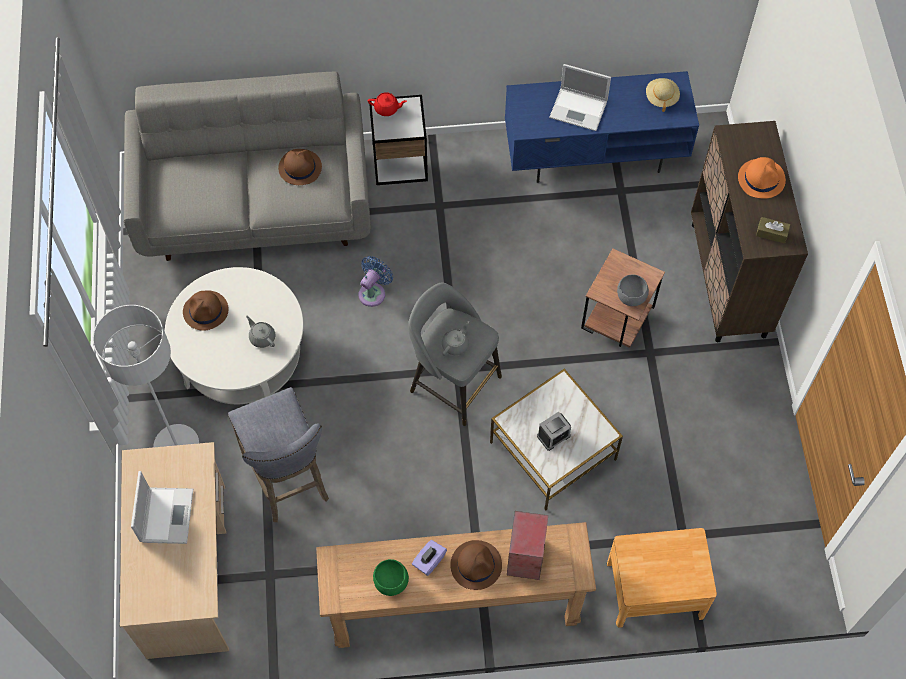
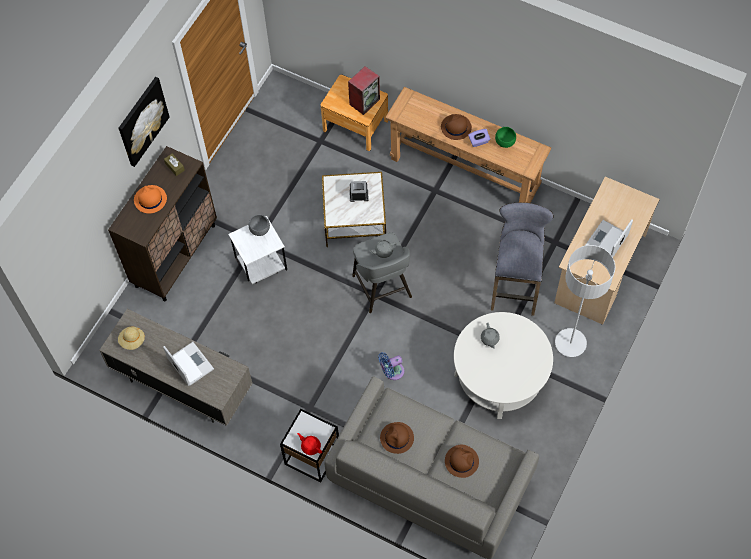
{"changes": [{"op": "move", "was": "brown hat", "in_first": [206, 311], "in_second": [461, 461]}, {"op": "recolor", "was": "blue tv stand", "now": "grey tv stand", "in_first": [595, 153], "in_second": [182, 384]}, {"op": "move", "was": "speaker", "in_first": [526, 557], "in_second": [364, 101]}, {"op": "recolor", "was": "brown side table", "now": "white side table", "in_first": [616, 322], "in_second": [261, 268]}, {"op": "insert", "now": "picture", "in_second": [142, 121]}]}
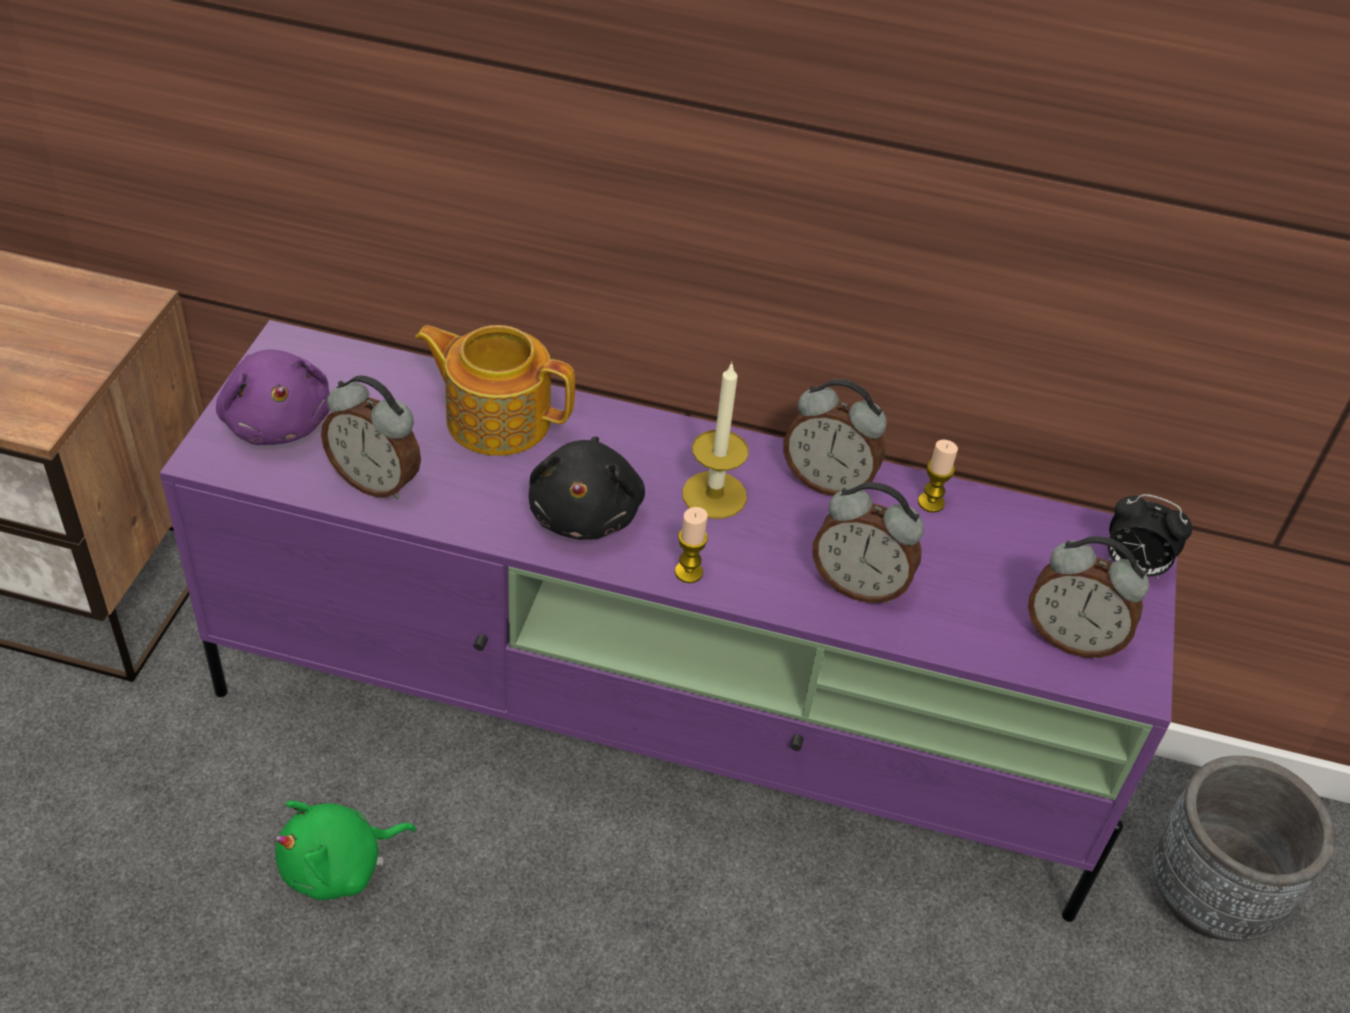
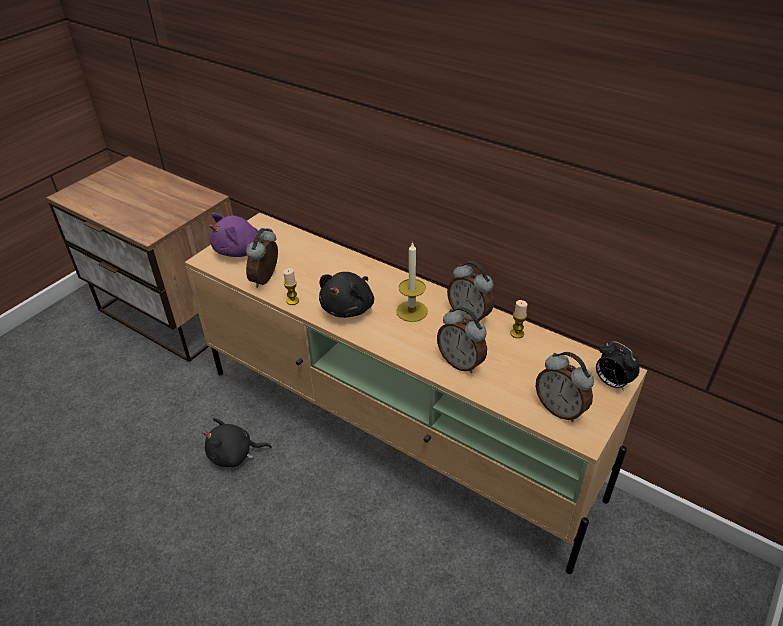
{"changes": [{"op": "recolor", "was": "purple tv stand", "now": "beige tv stand", "in_first": [657, 734], "in_second": [396, 433]}, {"op": "rotate", "was": "purple plush toy", "in_first": [277, 421], "in_second": [240, 250], "clockwise": 60}, {"op": "recolor", "was": "green plush toy", "now": "black plush toy", "in_first": [339, 866], "in_second": [234, 455]}, {"op": "rotate", "was": "alarm clock", "in_first": [376, 481], "in_second": [267, 280], "clockwise": 60}, {"op": "delete", "was": "teapot", "in_first": [496, 418]}, {"op": "move", "was": "candle", "in_first": [688, 572], "in_second": [292, 301]}, {"op": "delete", "was": "grey planter", "in_first": [1209, 896]}]}
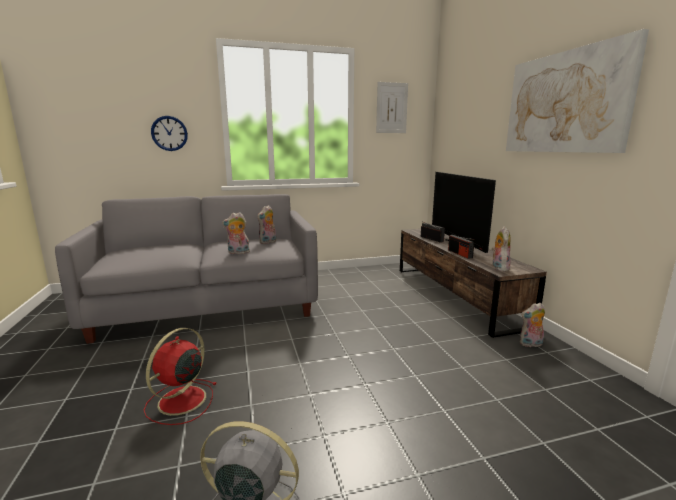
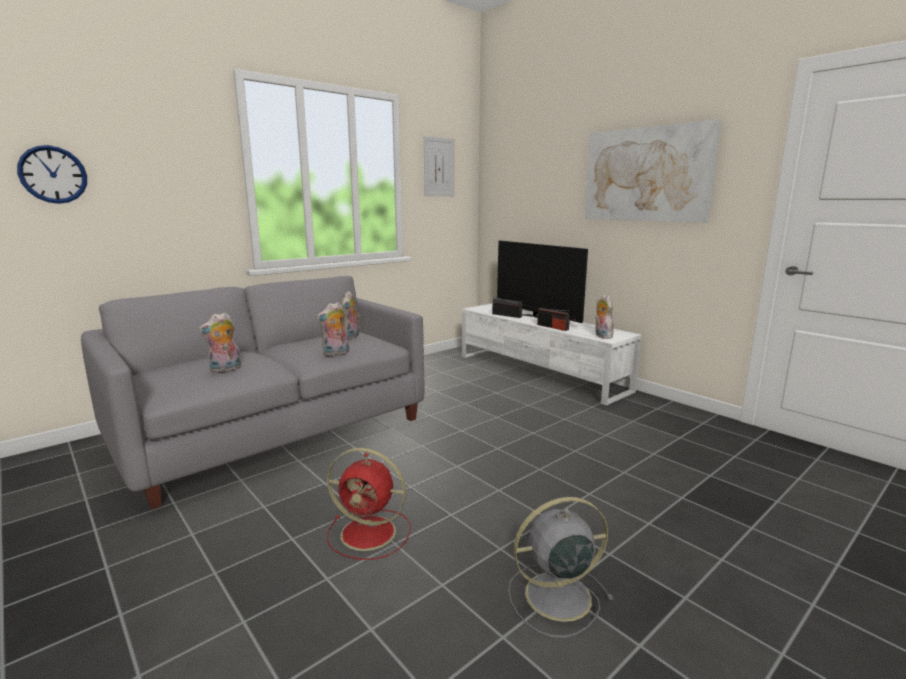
{"changes": [{"op": "rotate", "was": "red fan", "in_first": [180, 401], "in_second": [371, 533], "clockwise": -75}, {"op": "move", "was": "wall clock", "in_first": [169, 133], "in_second": [53, 174]}, {"op": "recolor", "was": "brown tv stand", "now": "white tv stand", "in_first": [455, 295], "in_second": [540, 373]}, {"op": "move", "was": "plush toy", "in_first": [530, 344], "in_second": [225, 370]}]}
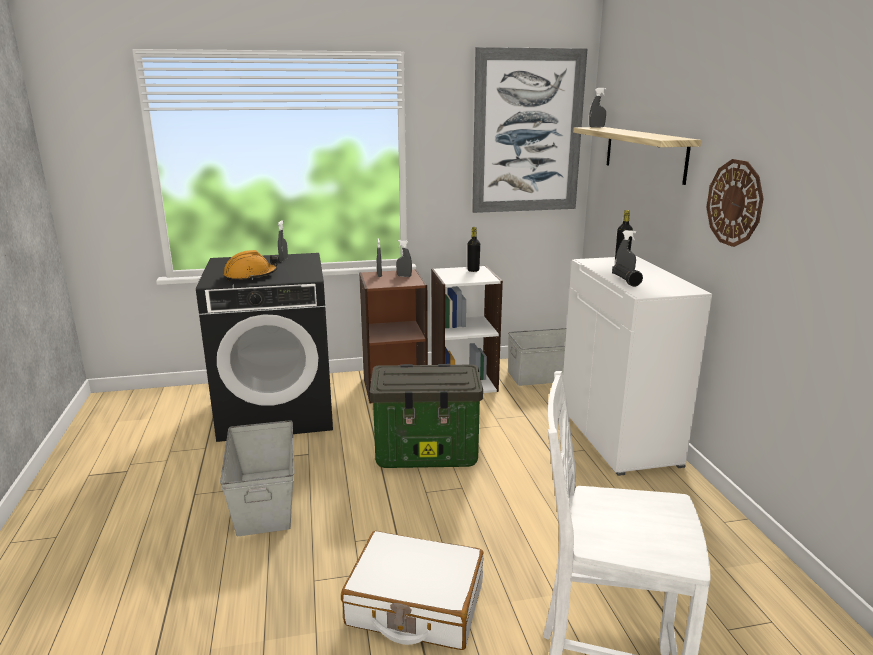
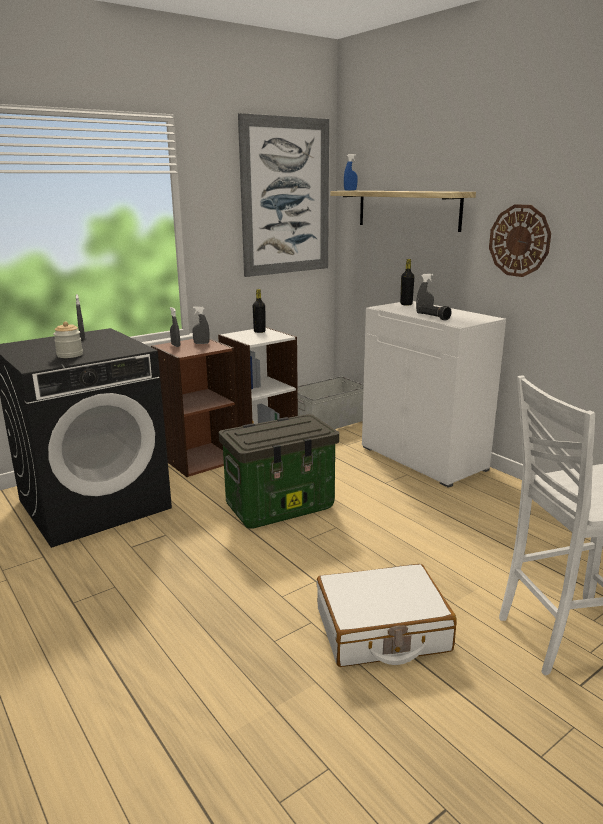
{"changes": [{"op": "delete", "was": "grey storage box", "in_first": [265, 499]}, {"op": "replace", "was": "orange hard hat", "now": "jar", "in_first": [251, 276], "in_second": [70, 355]}, {"op": "recolor", "was": "grey spray bottle", "now": "blue spray bottle", "in_first": [596, 127], "in_second": [350, 190]}]}
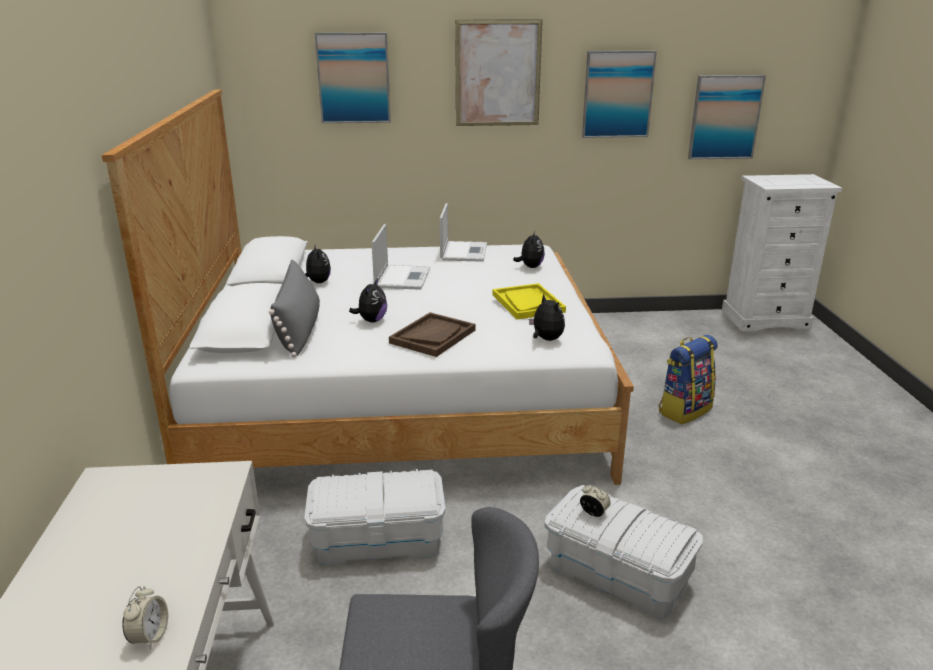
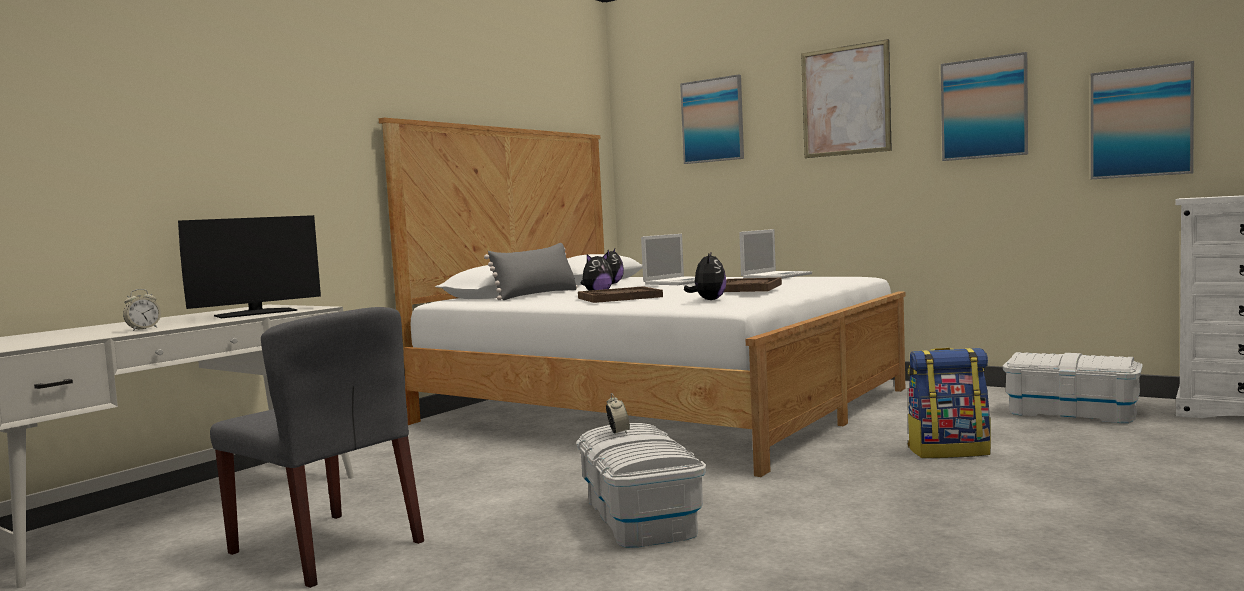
{"changes": [{"op": "move", "was": "white storage box", "in_first": [378, 539], "in_second": [1071, 412]}, {"op": "recolor", "was": "yellow tray", "now": "brown tray", "in_first": [527, 303], "in_second": [746, 288]}, {"op": "delete", "was": "plush toy", "in_first": [530, 267]}, {"op": "insert", "now": "monitor", "in_second": [256, 313]}]}
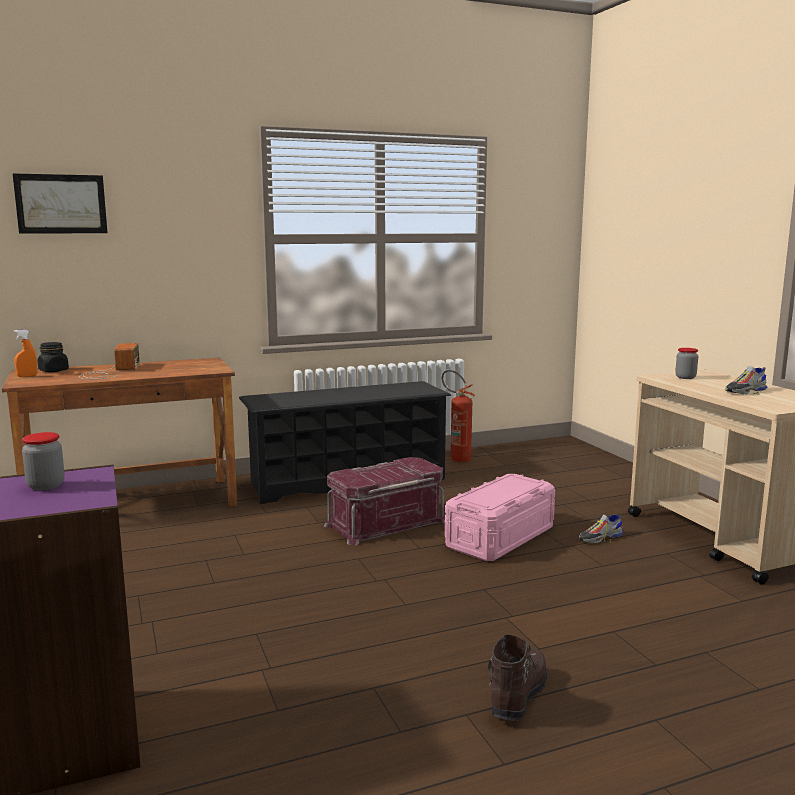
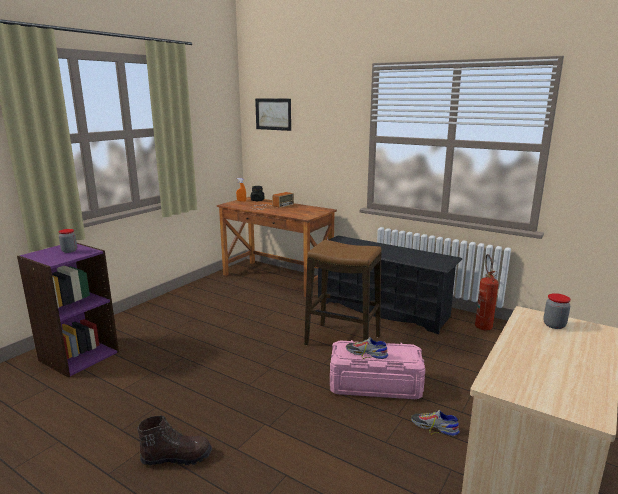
{"changes": [{"op": "replace", "was": "red storage box", "now": "stool", "in_first": [385, 522], "in_second": [343, 340]}, {"op": "move", "was": "shoe", "in_first": [745, 391], "in_second": [366, 353]}]}
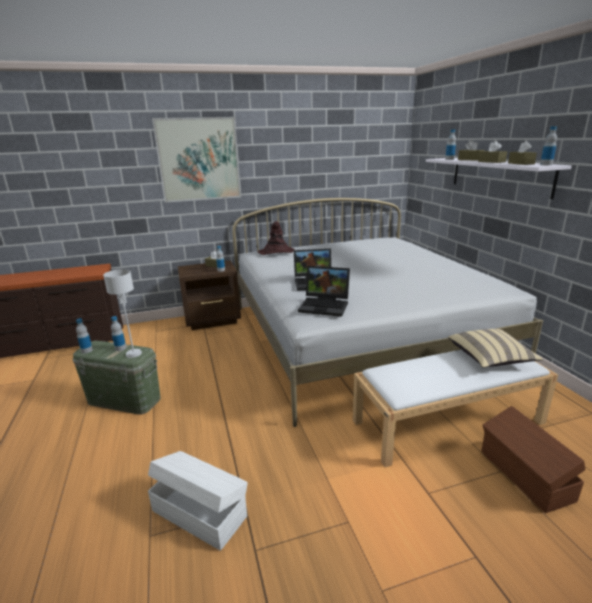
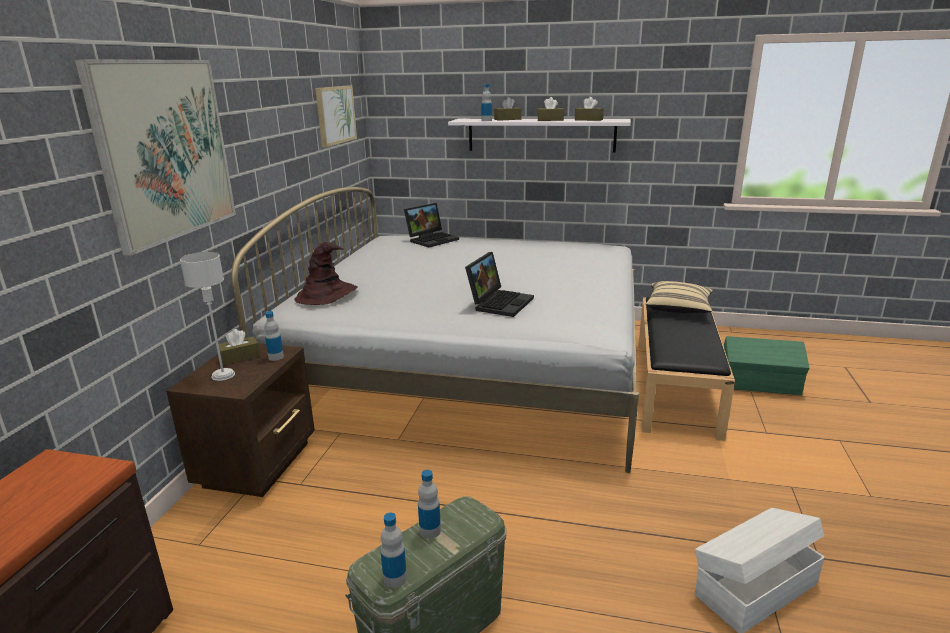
{"changes": [{"op": "move", "was": "grey table lamp", "in_first": [134, 353], "in_second": [223, 375]}, {"op": "move", "was": "laptop", "in_first": [325, 306], "in_second": [432, 239]}, {"op": "recolor", "was": "white bench", "now": "black bench", "in_first": [448, 421], "in_second": [674, 385]}, {"op": "recolor", "was": "brown storage box", "now": "green storage box", "in_first": [525, 475], "in_second": [759, 384]}, {"op": "delete", "was": "bottle", "in_first": [546, 165]}, {"op": "insert", "now": "picture", "in_second": [335, 115]}]}
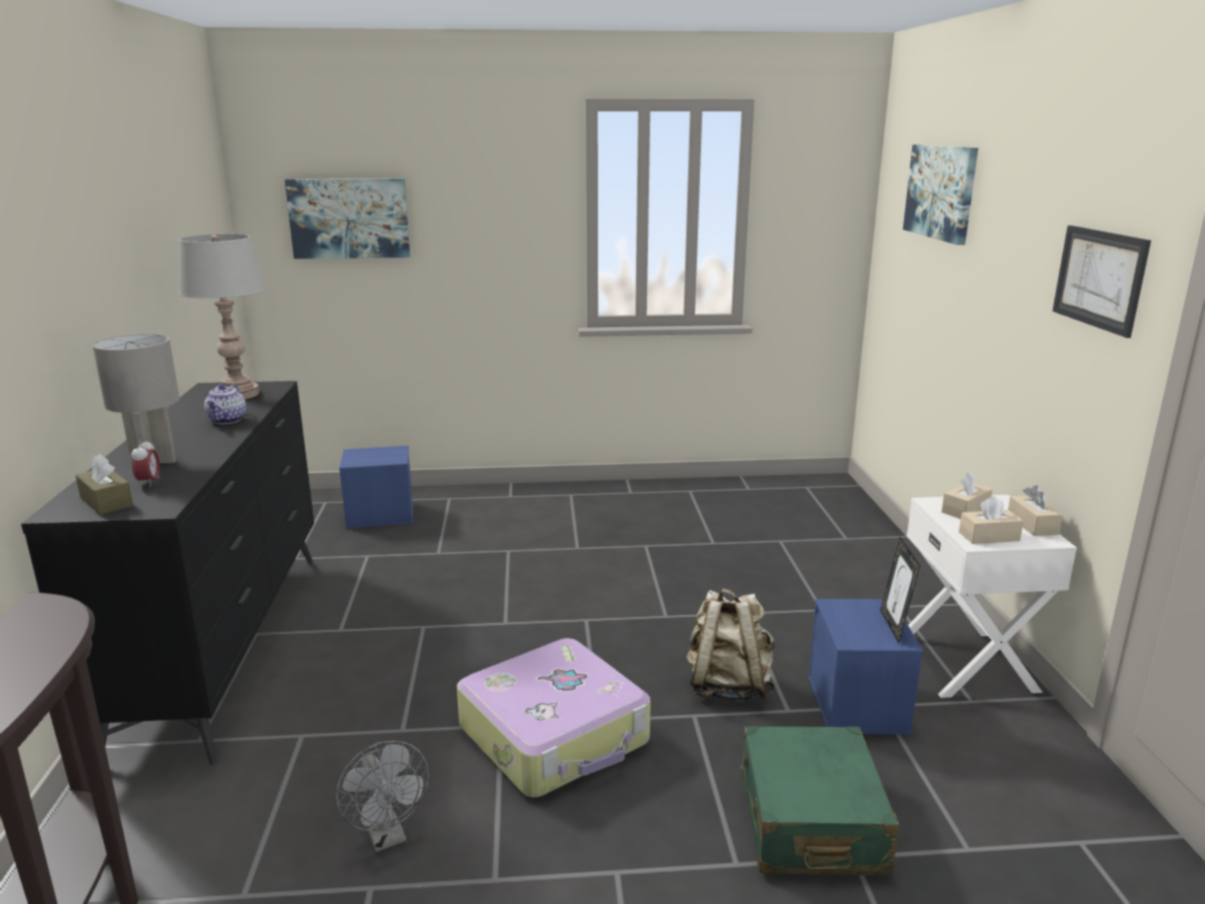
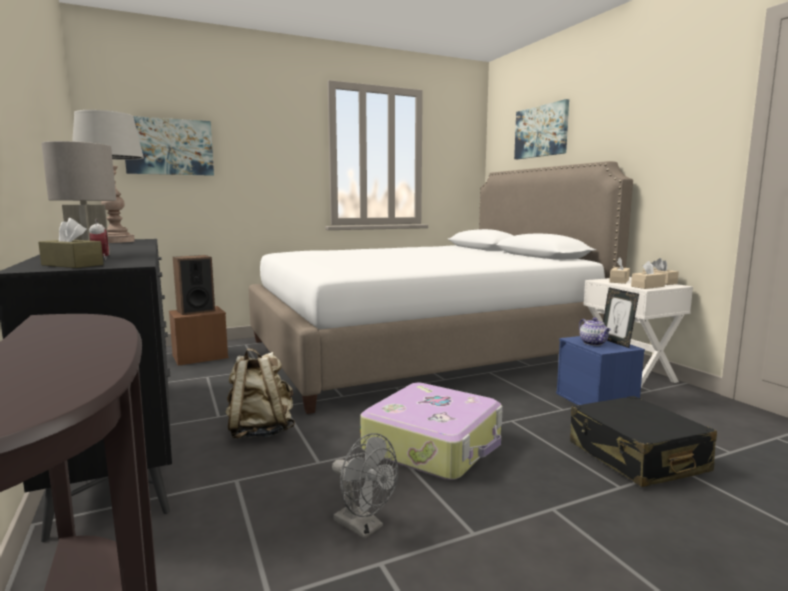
{"changes": [{"op": "move", "was": "teapot", "in_first": [227, 420], "in_second": [594, 343]}, {"op": "recolor", "was": "blue storage box", "now": "brown storage box", "in_first": [379, 515], "in_second": [199, 356]}, {"op": "move", "was": "beige backpack", "in_first": [728, 686], "in_second": [260, 431]}, {"op": "recolor", "was": "green suitcase", "now": "black suitcase", "in_first": [810, 822], "in_second": [636, 457]}, {"op": "delete", "was": "picture", "in_first": [1099, 278]}, {"op": "insert", "now": "speaker", "in_second": [195, 311]}, {"op": "insert", "now": "white bed", "in_second": [422, 350]}]}
